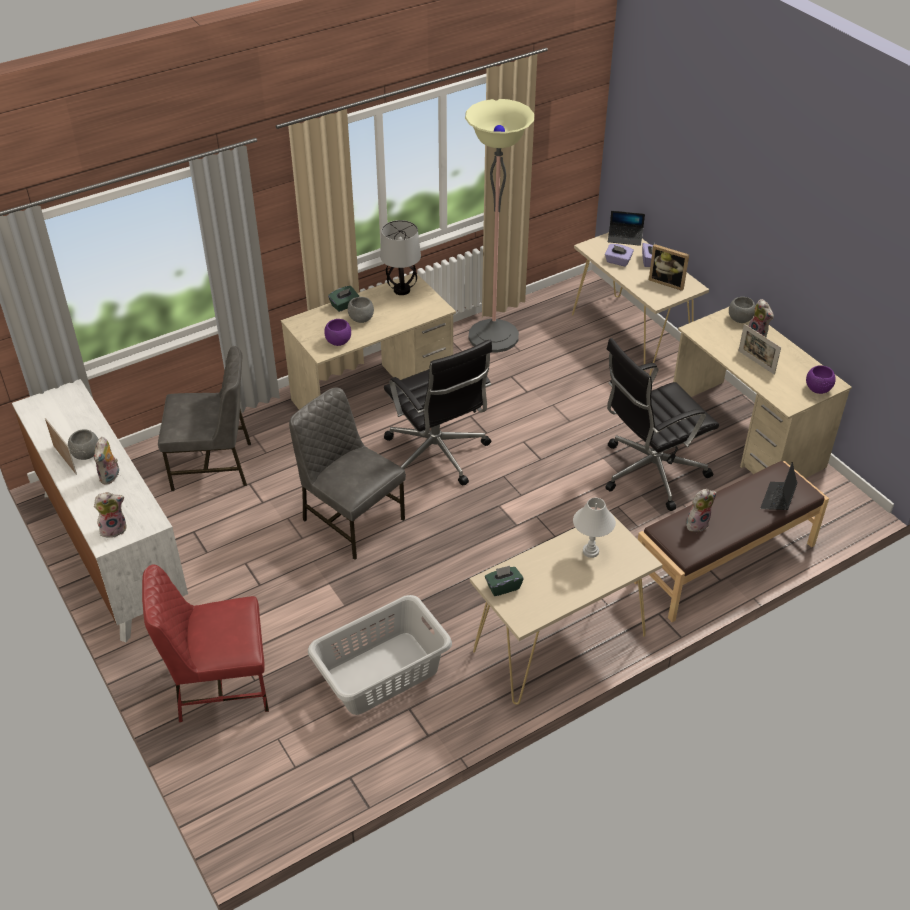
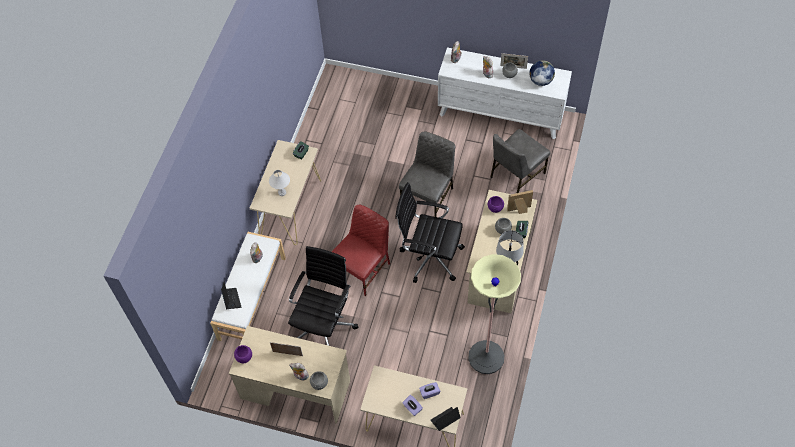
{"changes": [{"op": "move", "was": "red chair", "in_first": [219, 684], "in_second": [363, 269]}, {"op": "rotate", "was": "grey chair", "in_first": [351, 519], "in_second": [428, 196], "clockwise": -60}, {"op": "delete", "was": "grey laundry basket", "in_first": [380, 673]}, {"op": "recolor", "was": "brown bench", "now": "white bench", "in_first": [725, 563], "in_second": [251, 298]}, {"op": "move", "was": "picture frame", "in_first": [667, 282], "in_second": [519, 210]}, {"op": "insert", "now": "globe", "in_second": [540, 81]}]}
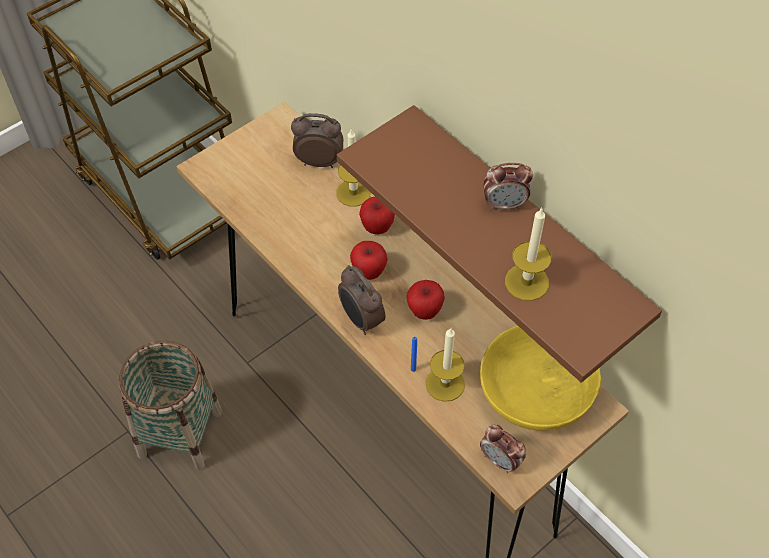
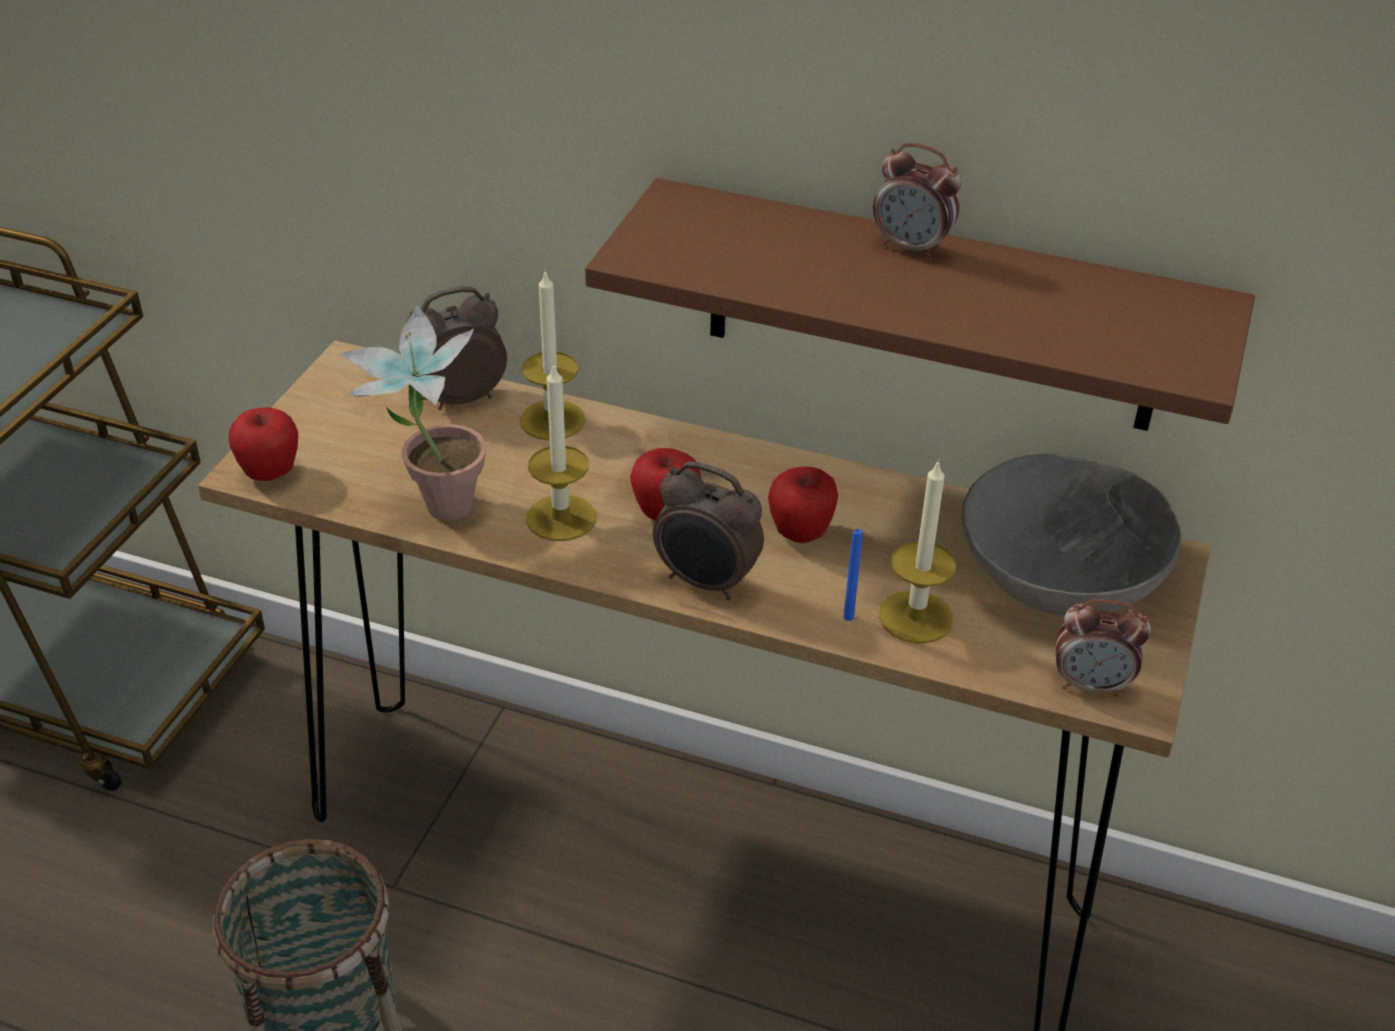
{"changes": [{"op": "move", "was": "apple", "in_first": [377, 228], "in_second": [270, 473]}, {"op": "recolor", "was": "yellow bowl", "now": "grey bowl", "in_first": [535, 390], "in_second": [1059, 571]}, {"op": "rotate", "was": "alarm clock", "in_first": [504, 204], "in_second": [912, 247], "clockwise": 60}, {"op": "move", "was": "candle", "in_first": [526, 282], "in_second": [561, 518]}, {"op": "insert", "now": "potted plant", "in_second": [431, 507]}]}
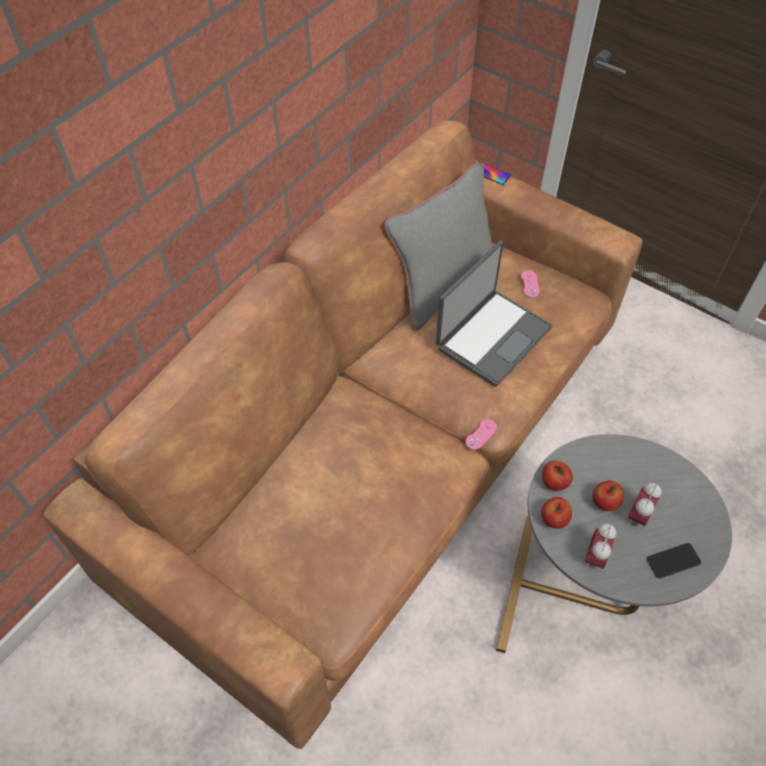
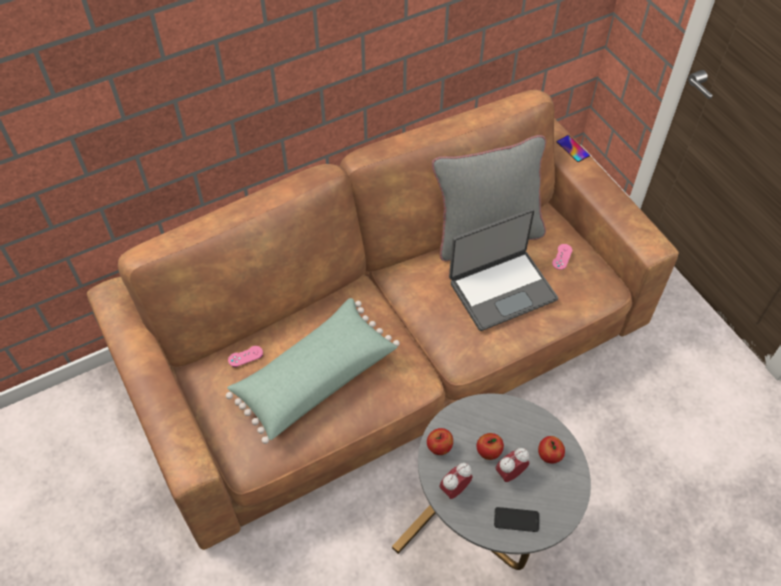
{"changes": [{"op": "move", "was": "pink game controller", "in_first": [481, 434], "in_second": [245, 356]}, {"op": "move", "was": "apple", "in_first": [554, 483], "in_second": [549, 455]}, {"op": "insert", "now": "green pillow", "in_second": [314, 377]}]}
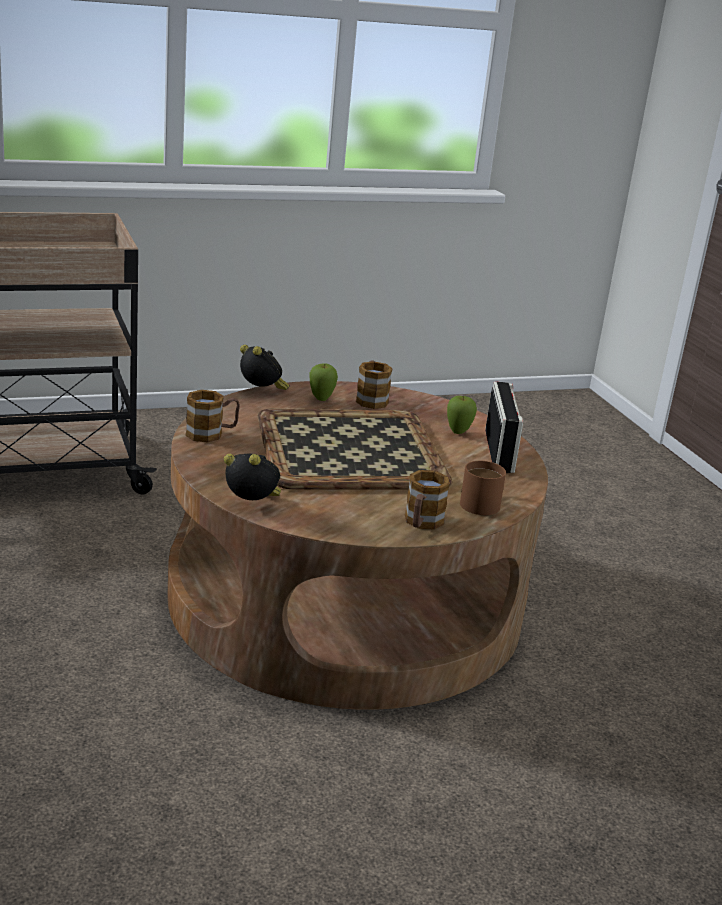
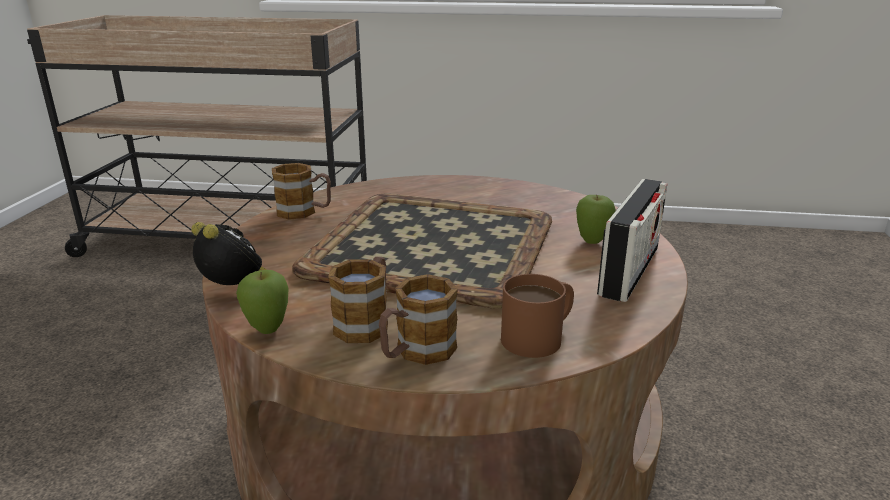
{"changes": [{"op": "delete", "was": "alarm clock", "in_first": [262, 392]}, {"op": "move", "was": "apple", "in_first": [321, 399], "in_second": [268, 330]}, {"op": "move", "was": "mug", "in_first": [371, 399], "in_second": [366, 322]}]}
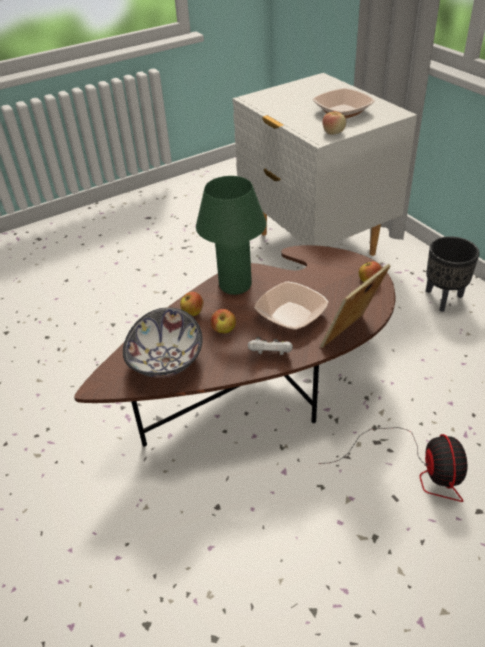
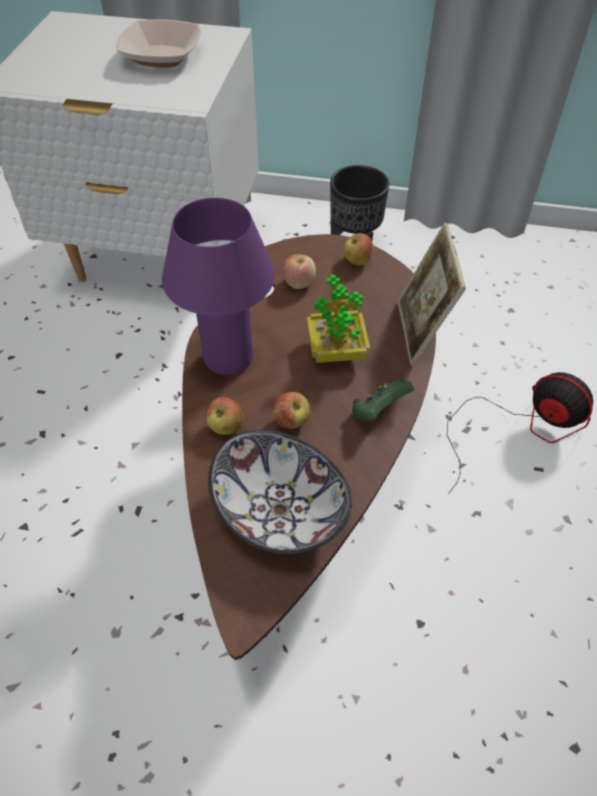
{"changes": [{"op": "recolor", "was": "green table lamp", "now": "purple table lamp", "in_first": [235, 285], "in_second": [228, 358]}, {"op": "recolor", "was": "white game controller", "now": "green game controller", "in_first": [270, 355], "in_second": [378, 411]}, {"op": "replace", "was": "bowl", "now": "potted plant", "in_first": [291, 315], "in_second": [336, 351]}, {"op": "move", "was": "apple", "in_first": [334, 132], "in_second": [299, 282]}]}
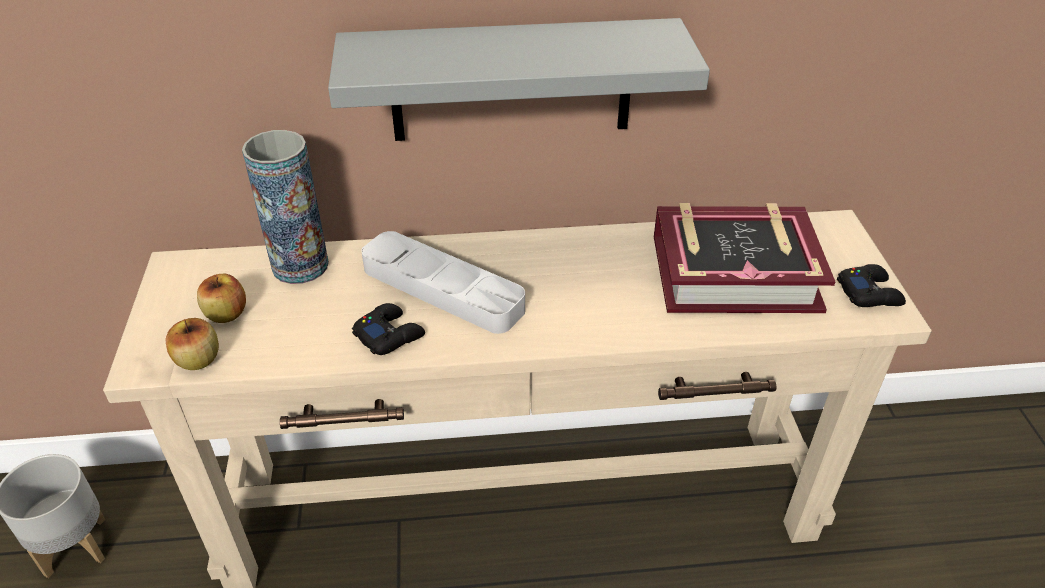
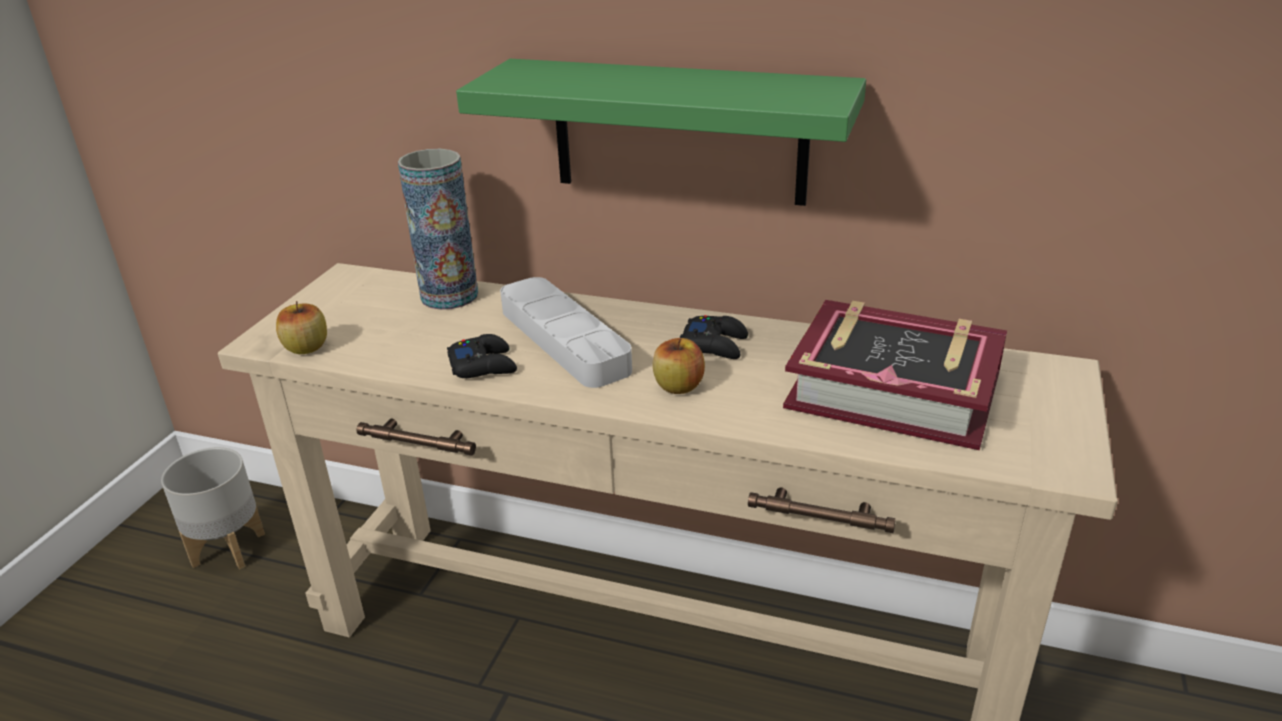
{"changes": [{"op": "move", "was": "apple", "in_first": [226, 314], "in_second": [678, 386]}, {"op": "recolor", "was": "grey shelf", "now": "green shelf", "in_first": [511, 81], "in_second": [678, 132]}, {"op": "move", "was": "black game controller", "in_first": [869, 293], "in_second": [715, 344]}]}
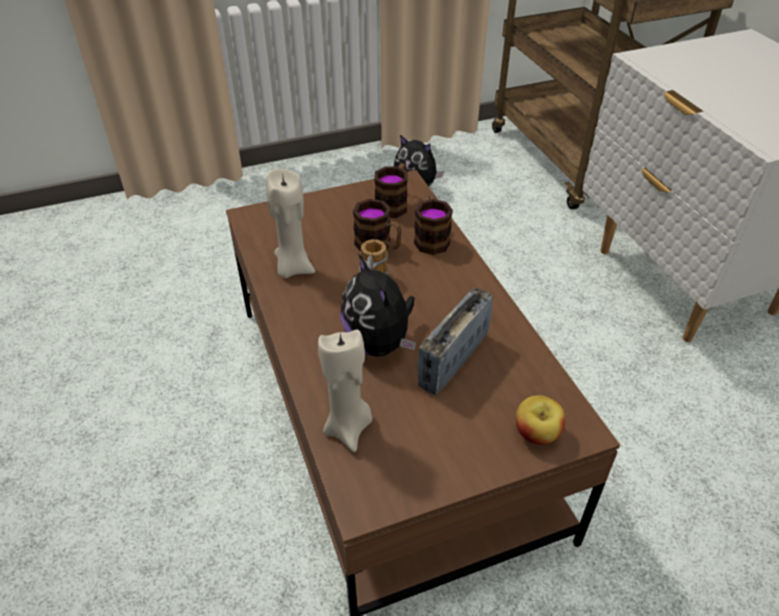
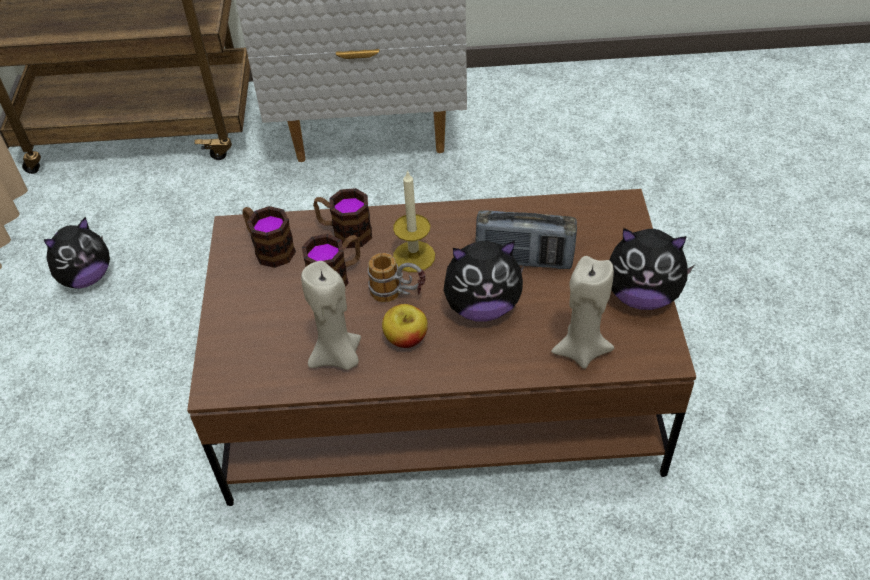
{"changes": [{"op": "rotate", "was": "radio", "in_first": [453, 361], "in_second": [524, 260], "clockwise": -45}, {"op": "move", "was": "apple", "in_first": [536, 433], "in_second": [406, 338]}, {"op": "insert", "now": "candle", "in_second": [414, 256]}, {"op": "insert", "now": "plush toy", "in_second": [642, 295]}]}
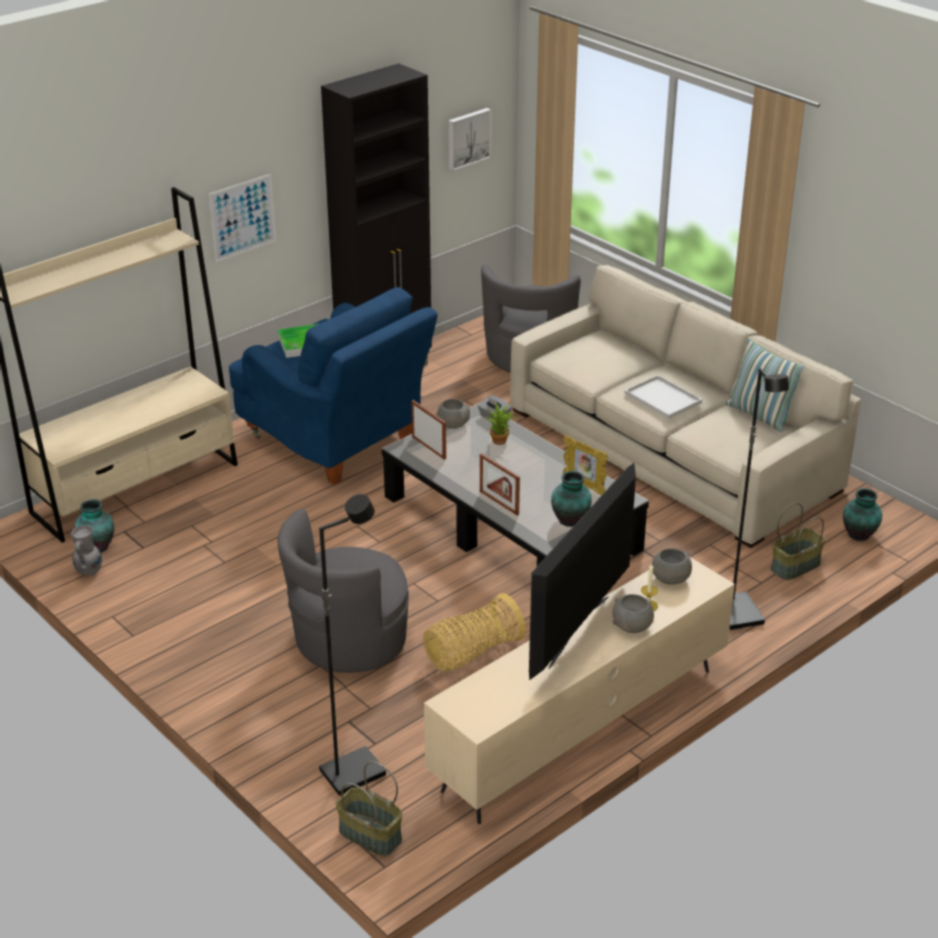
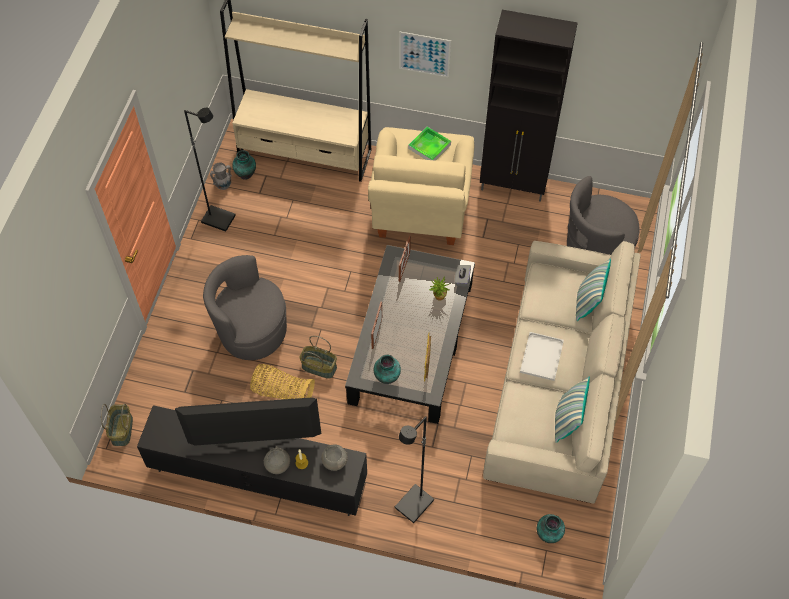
{"changes": [{"op": "recolor", "was": "blue armchair", "now": "beige armchair", "in_first": [336, 442], "in_second": [420, 210]}, {"op": "move", "was": "black floor lamp", "in_first": [352, 772], "in_second": [219, 219]}, {"op": "recolor", "was": "beige tv stand", "now": "black tv stand", "in_first": [581, 727], "in_second": [259, 477]}, {"op": "delete", "was": "grey bowl", "in_first": [453, 425]}, {"op": "delete", "was": "picture", "in_first": [467, 138]}, {"op": "move", "was": "basket", "in_first": [795, 566], "in_second": [319, 367]}, {"op": "insert", "now": "pillow", "in_second": [587, 302]}]}
